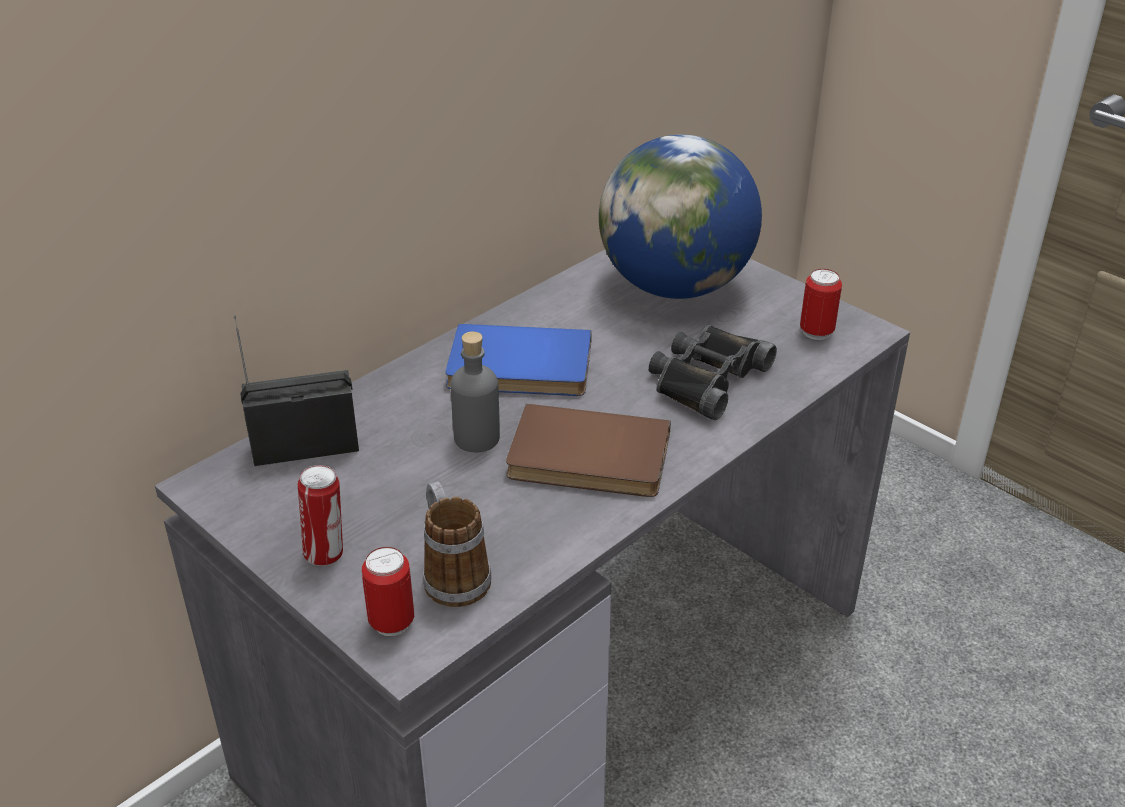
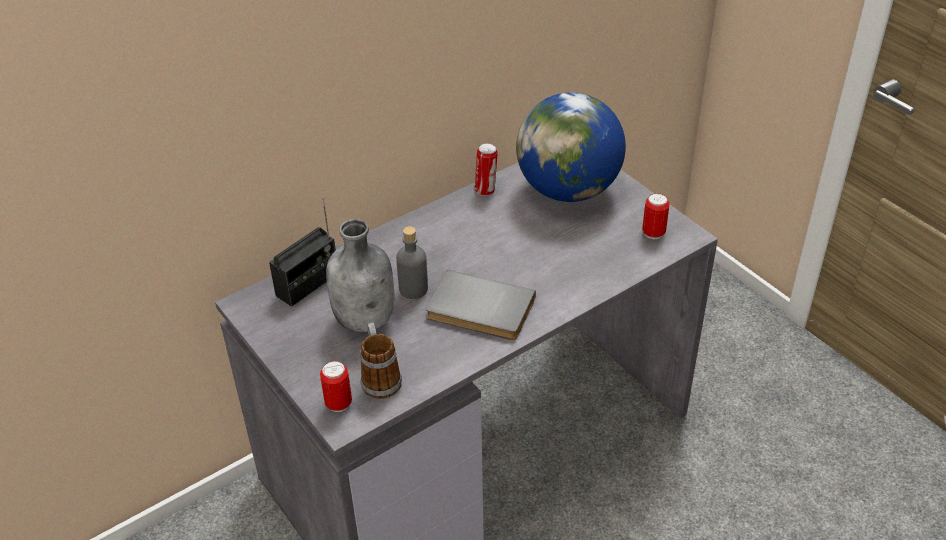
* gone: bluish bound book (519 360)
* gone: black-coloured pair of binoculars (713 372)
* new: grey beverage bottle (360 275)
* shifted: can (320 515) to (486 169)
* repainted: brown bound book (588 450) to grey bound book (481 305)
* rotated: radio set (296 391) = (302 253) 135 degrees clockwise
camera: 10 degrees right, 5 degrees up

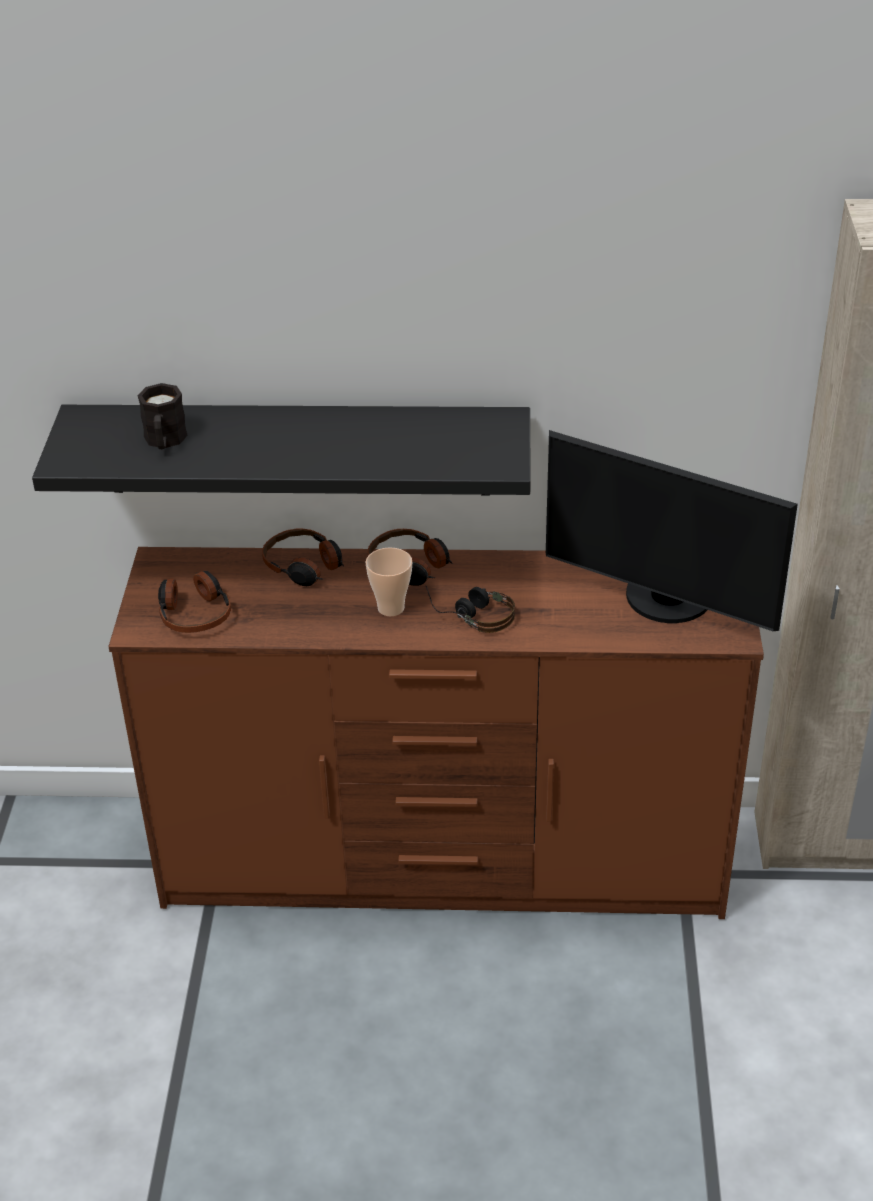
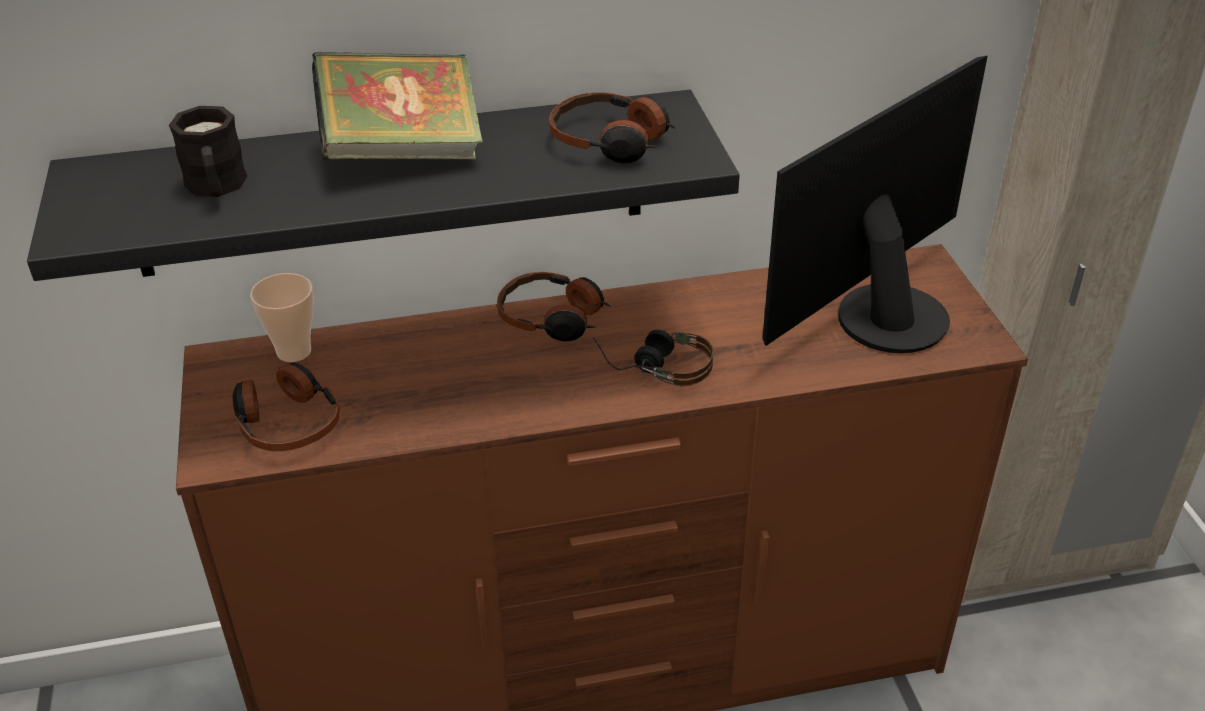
* new: bound book (397 106)
* shifted: pair of headphones (303 557) to (613 127)
* shifted: drinking cup (388 582) to (282 317)
* rotated: computer display (672 530) = (875 204) 120 degrees clockwise
camera: 15 degrees left, 0 degrees up

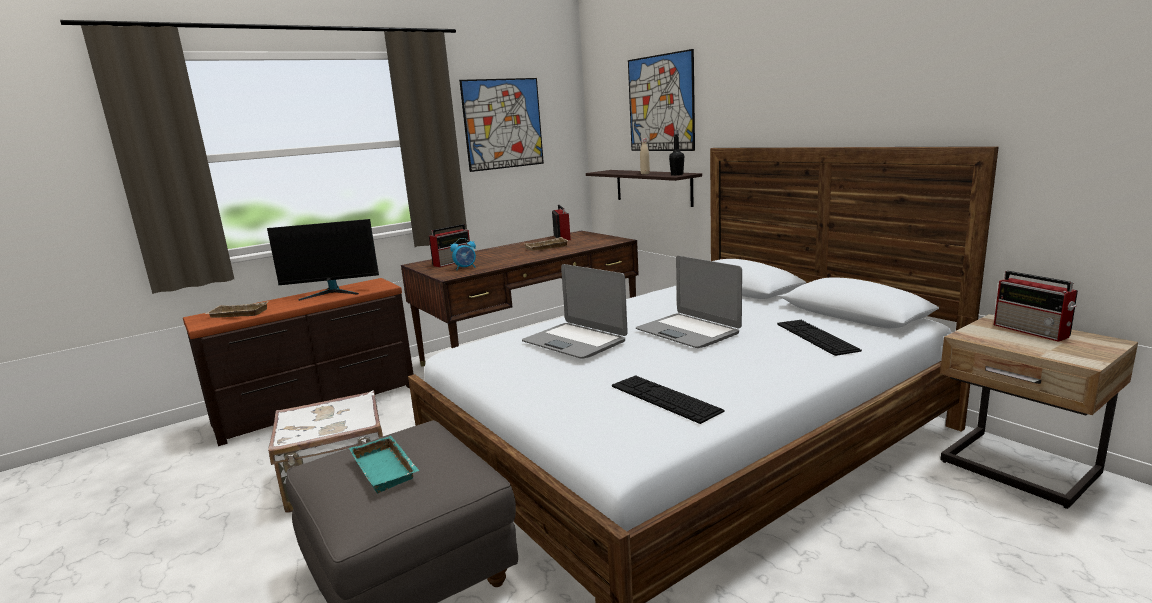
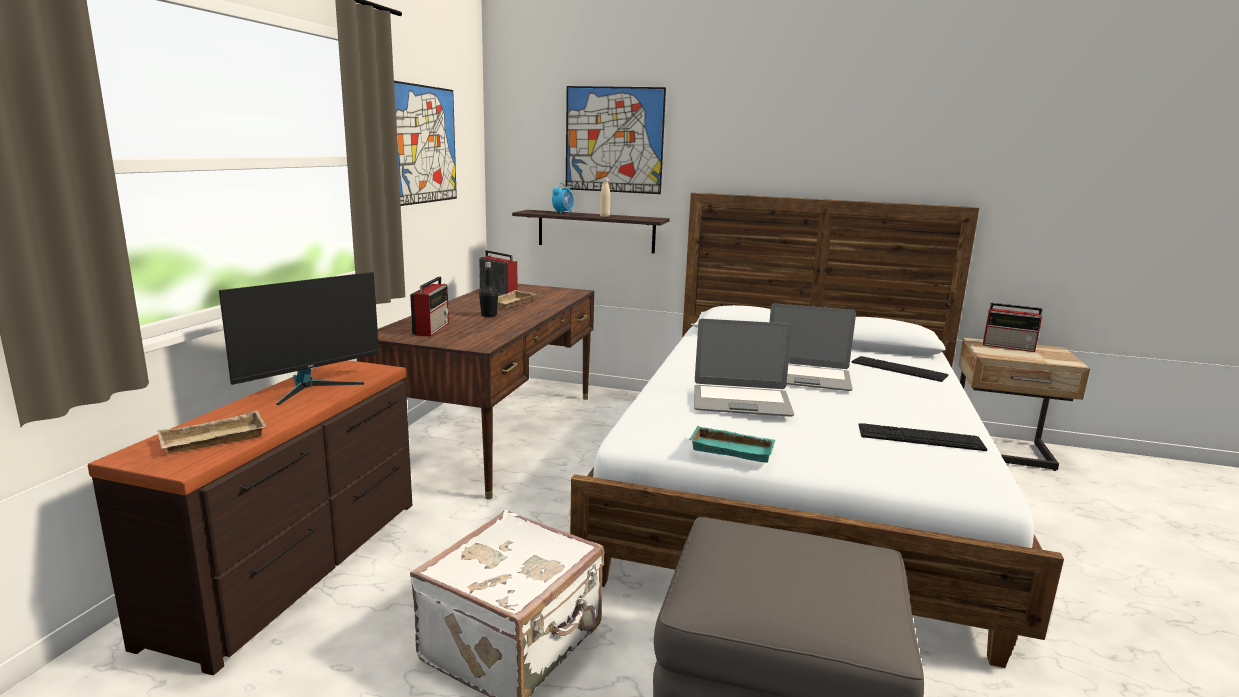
* shifted: blue-green tray (384 464) to (732 444)
* shifted: bedside clock (463 254) to (563 198)
* shifted: black-coloured beverage bottle (676 153) to (488 289)
camera: 40 degrees left, 0 degrees up

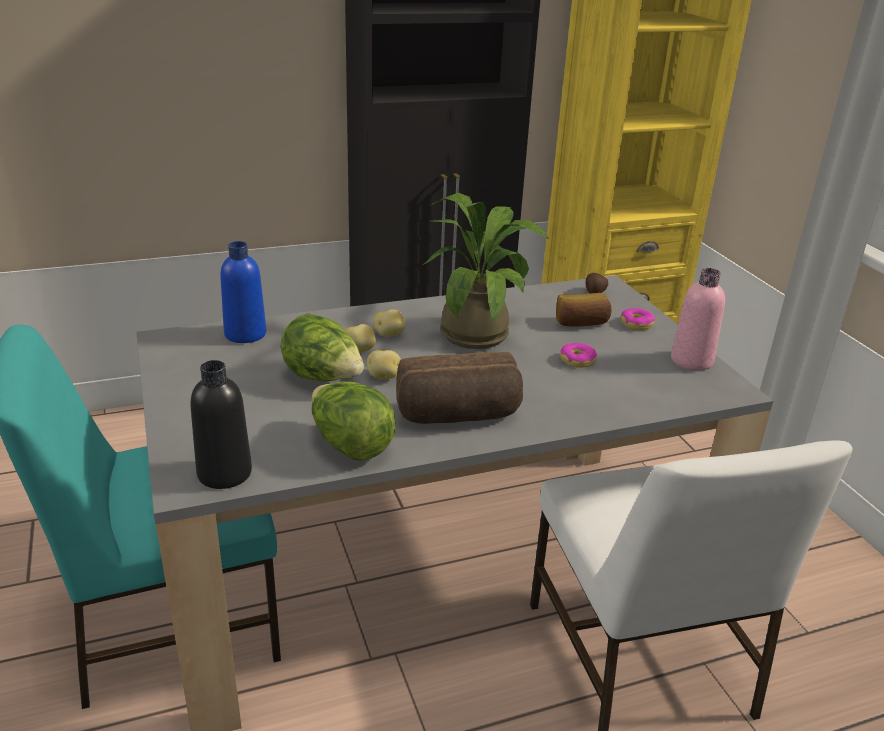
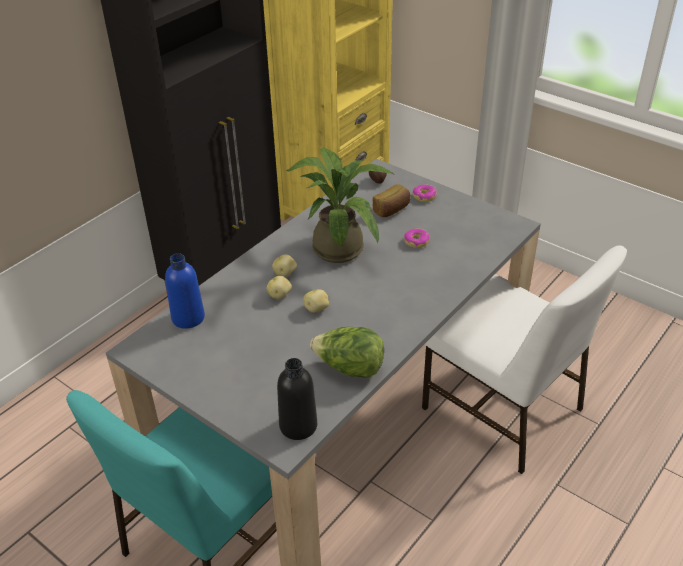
* gone: head of lettuce (322 347)
* gone: bread (459 388)
* gone: pink beverage bottle (698 319)
camera: 30 degrees left, 10 degrees up

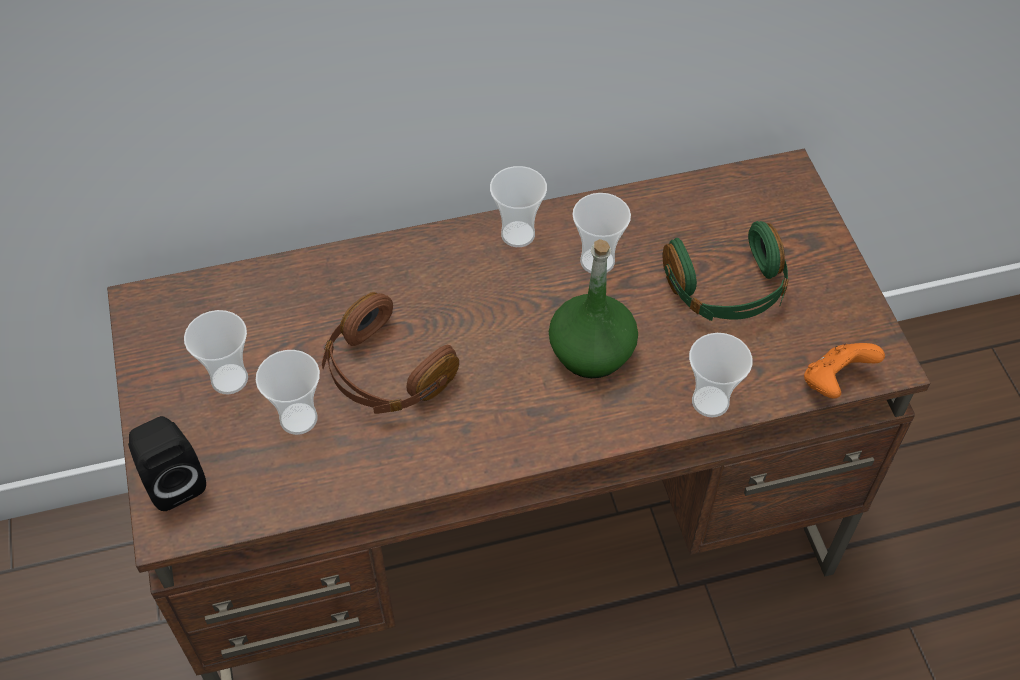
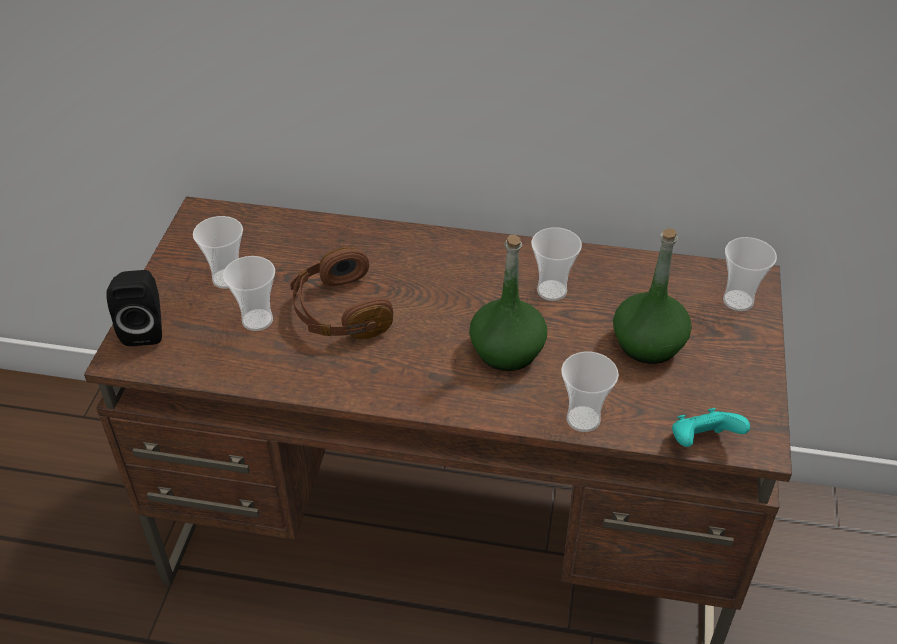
* shifted: drinking cup (518 206) to (750 274)
* swapped: greenish pair of headphones (726 271) to greenish beverage bottle (652 296)
* repainted: orangey gamepad (844 371) to blue-green gamepad (711 427)
camera: 25 degrees right, 10 degrees down

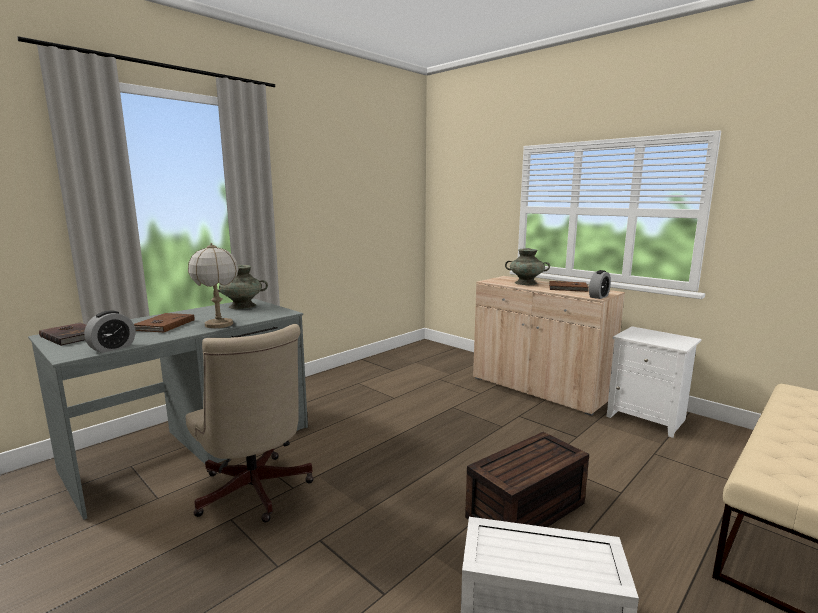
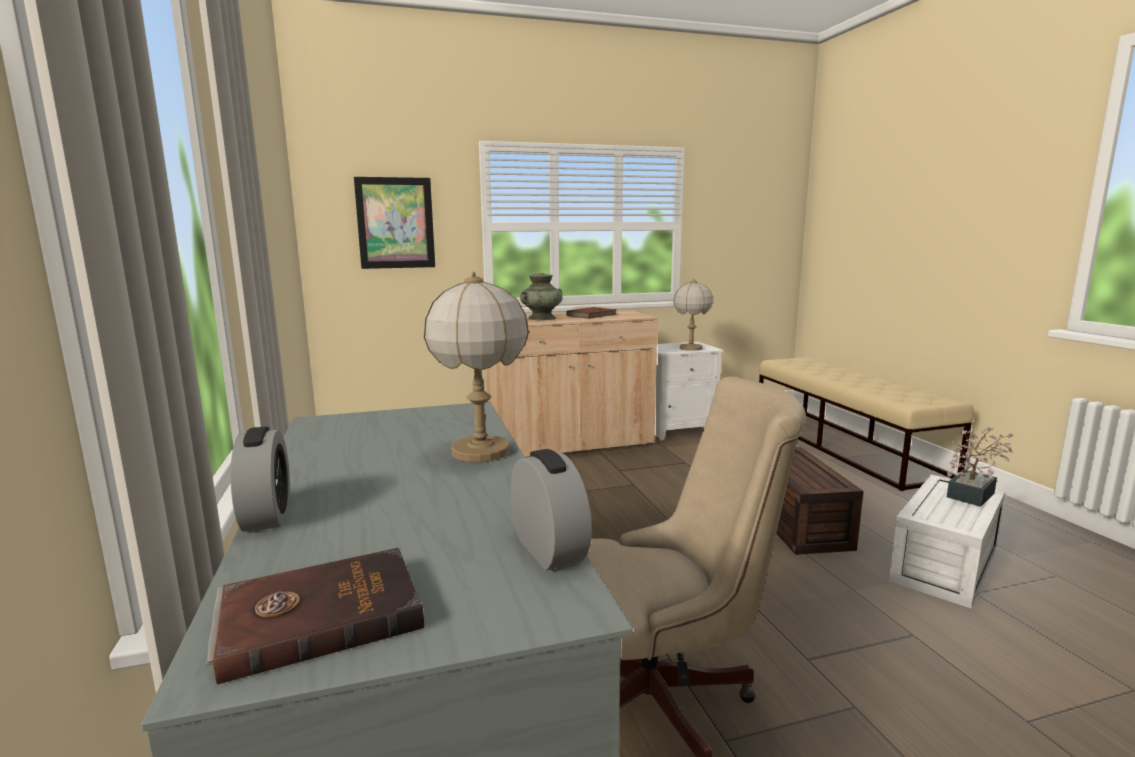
* gone: brown bound book (164 323)
* gone: blue-green decorative vase (240 287)
* new: wall art (394 223)
* new: lamp for a table (693 315)
* new: houseplant (980 467)
* shifted: bedside clock (600 284) to (260 479)
camera: 60 degrees left, 0 degrees up

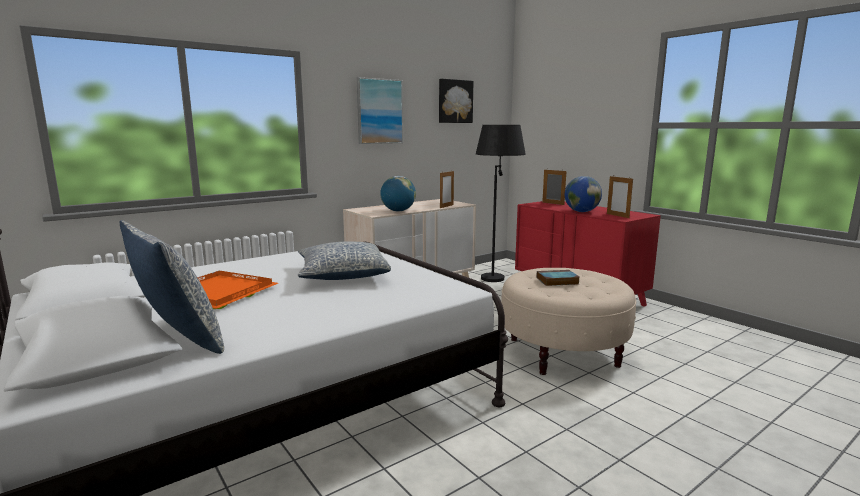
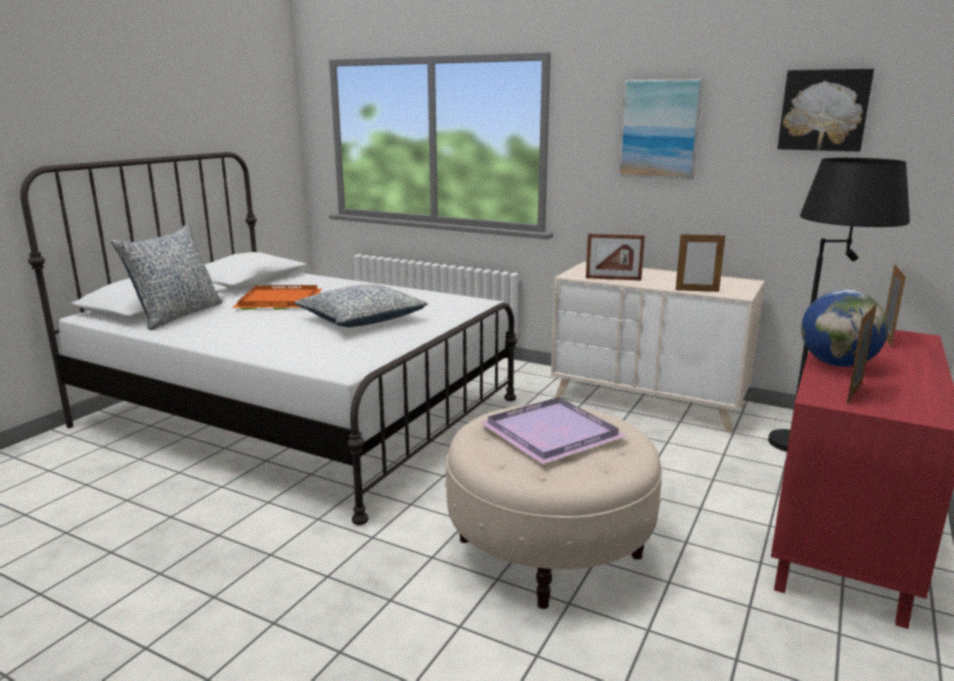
* swapped: world globe (398 193) to photo frame (615 257)
* swapped: bound book (557 278) to purple tray (553 430)
camera: 65 degrees right, 5 degrees up

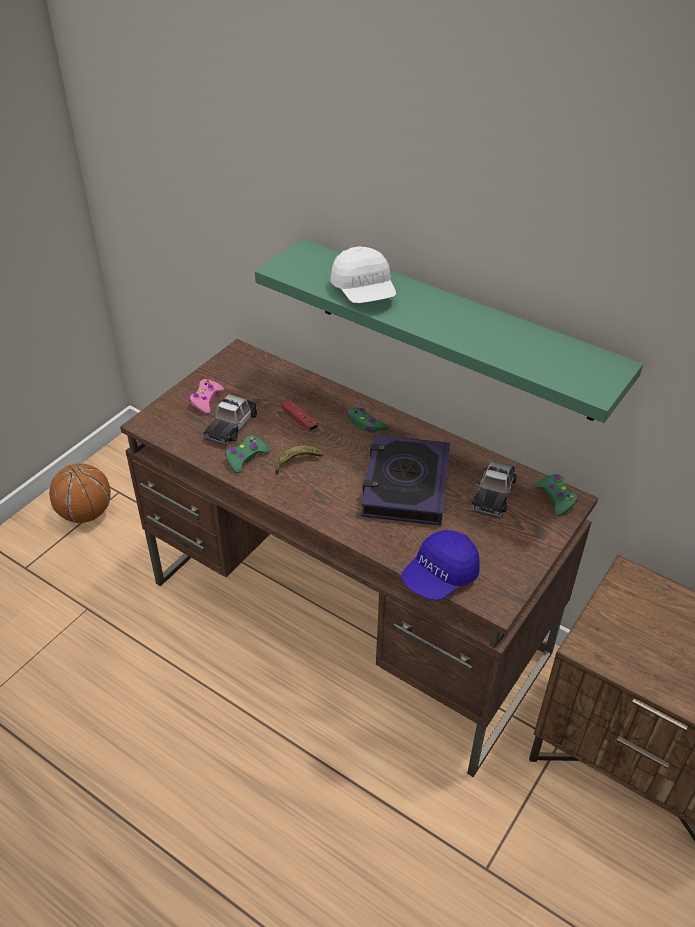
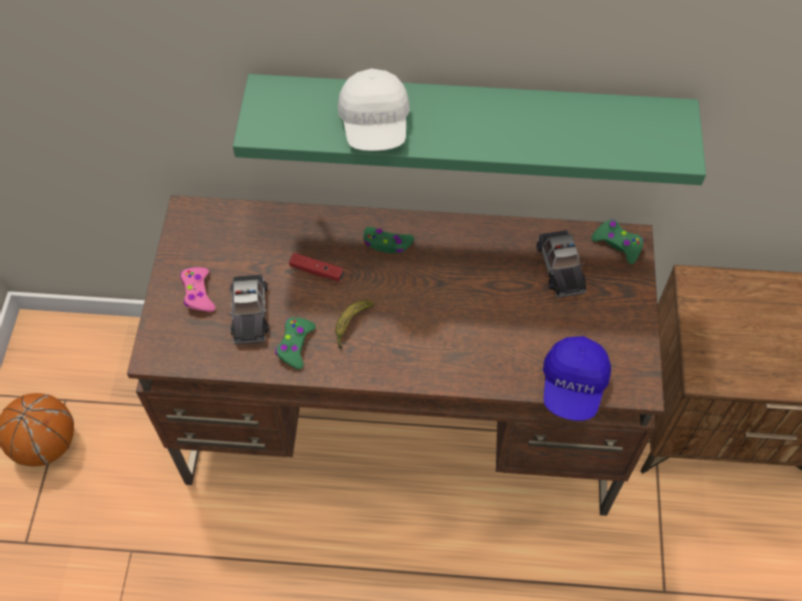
* gone: bound book (405 480)
* rotated: white peaked cap (363 274) = (374 109) 45 degrees clockwise
camera: 30 degrees left, 15 degrees up

